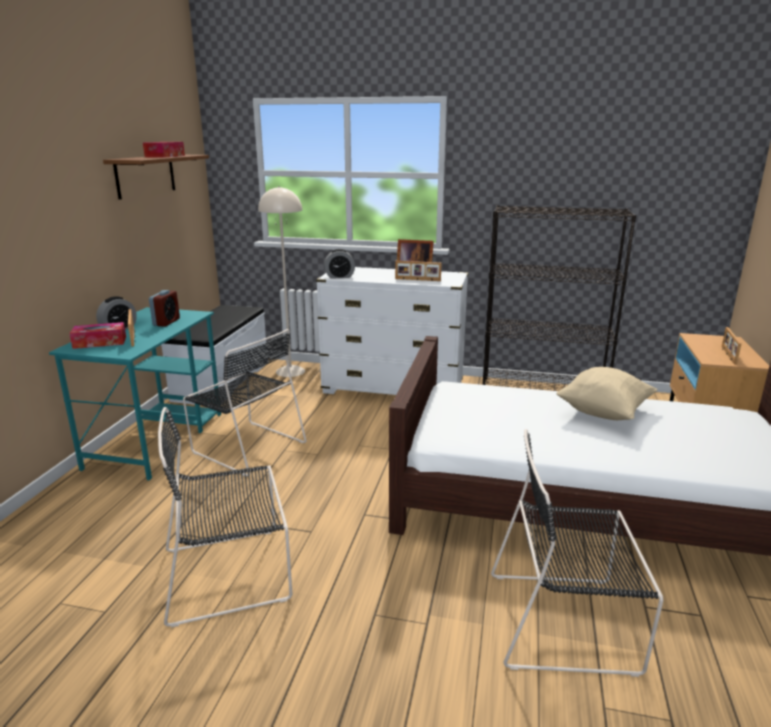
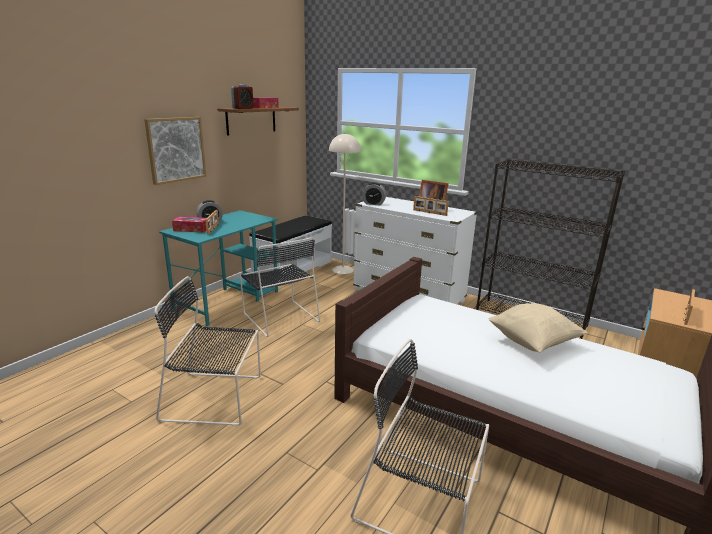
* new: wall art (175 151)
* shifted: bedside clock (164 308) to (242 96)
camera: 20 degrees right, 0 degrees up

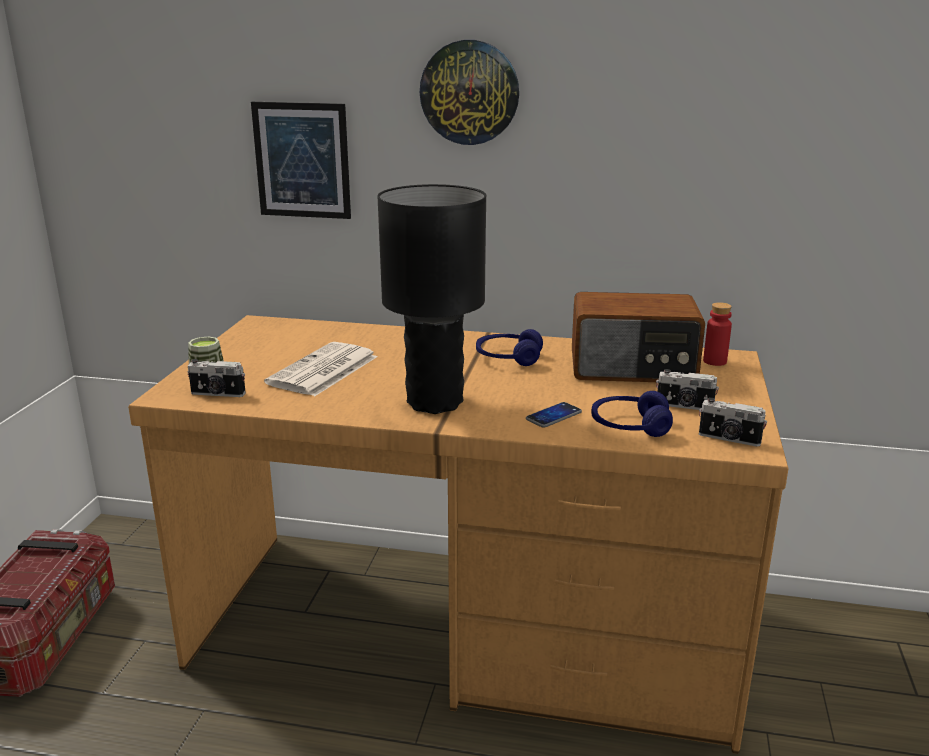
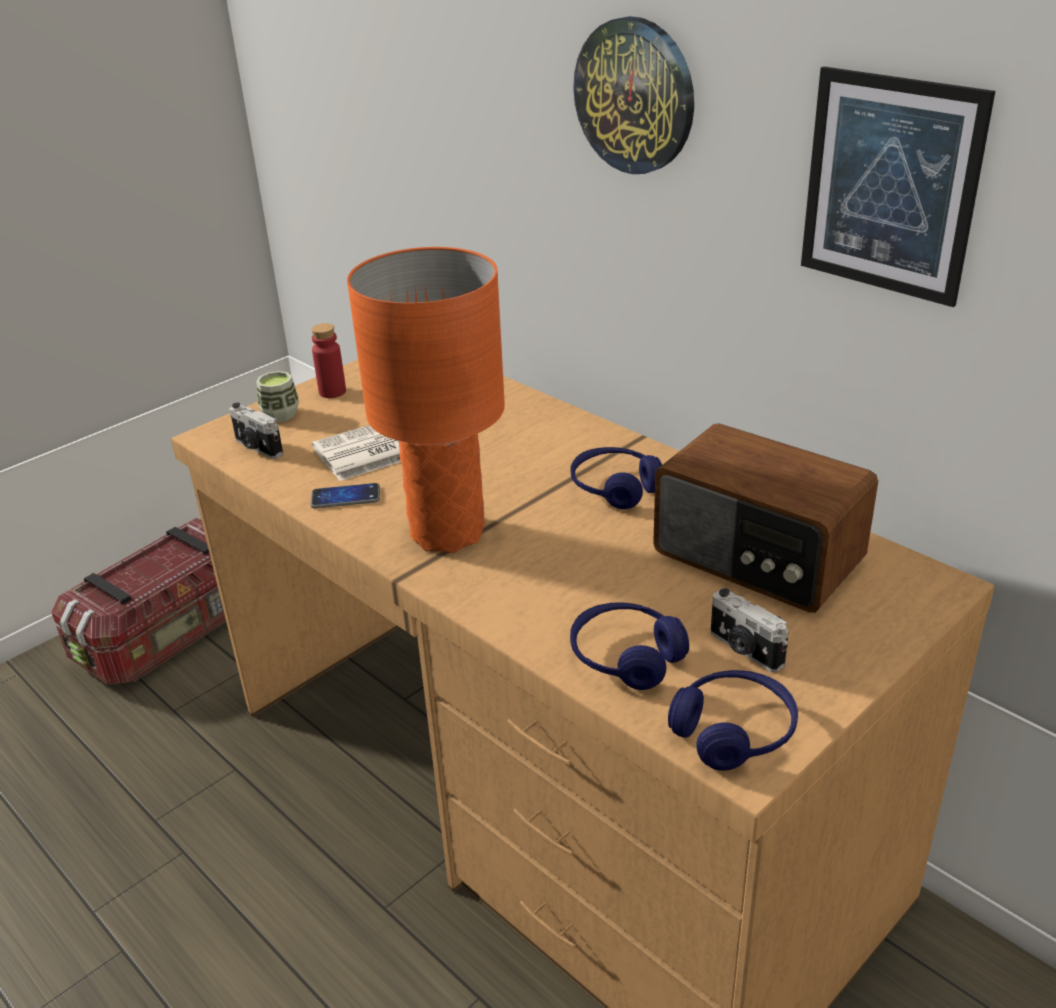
* shifted: wall art (301 160) to (898 187)
* shifted: handset (554 415) to (345 495)
* shifted: reddish beverage bottle (717 334) to (328 360)
* swapped: still camera (733 422) to bluish pair of headphones (733 720)
* repainted: black-coloured lamp for a table (431 299) to orangey lamp for a table (426 400)
camera: 35 degrees right, 10 degrees up

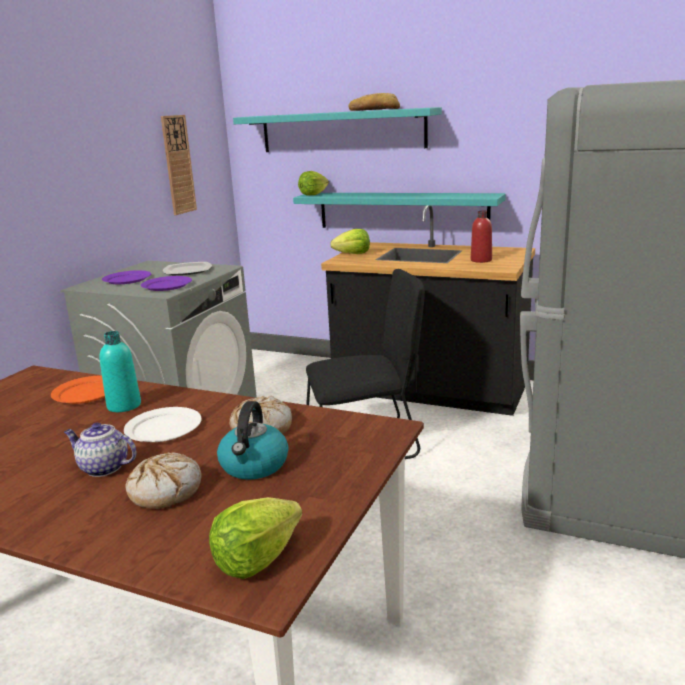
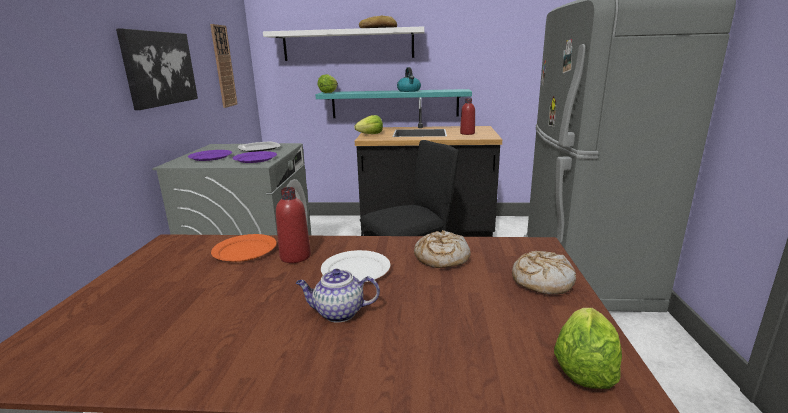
* new: wall art (157 69)
* shifted: bread (163 480) to (544 273)
* shifted: tea kettle (252 440) to (409 79)
* repainted: blue-green beverage bottle (120 371) to reddish beverage bottle (293 225)
* repainted: blue-green wall shelf (337 129) to white wall shelf (343 43)
camera: 20 degrees left, 0 degrees up

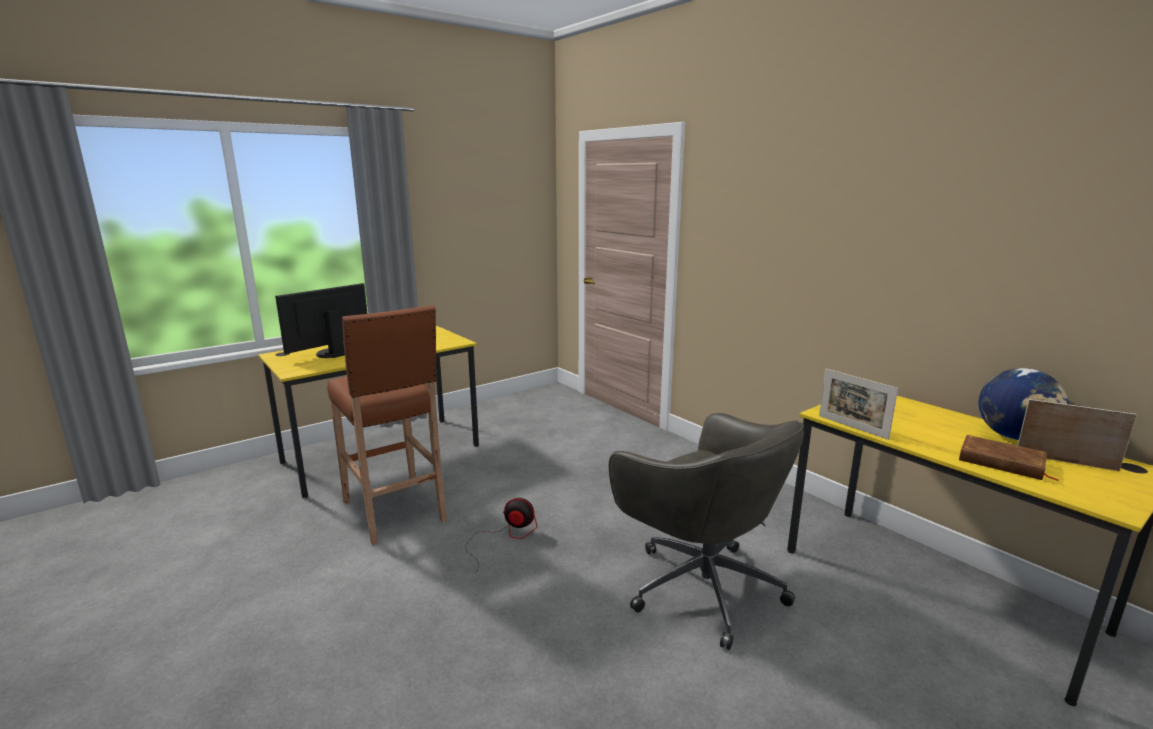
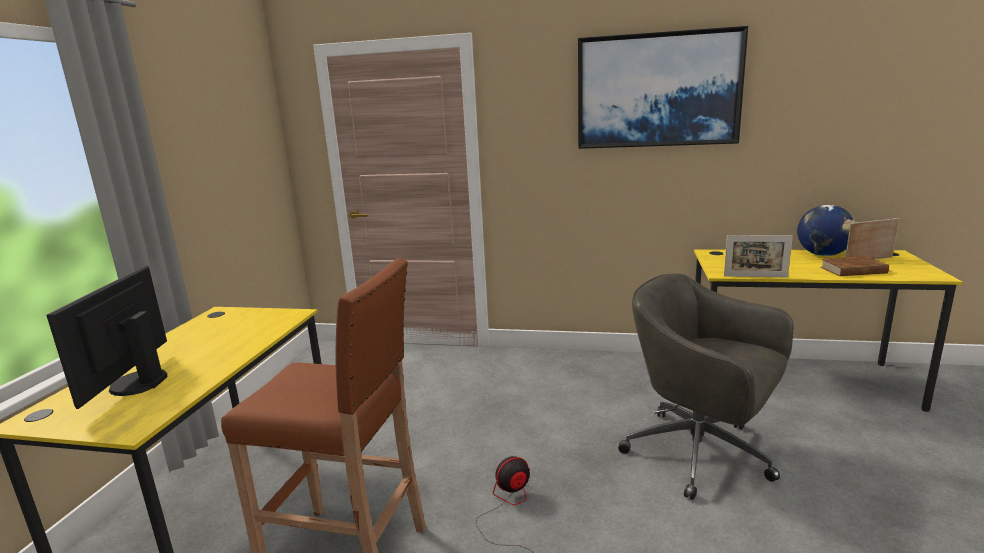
* new: wall art (663 87)
* rotated: grey office chair (706 531) = (706 386) 150 degrees counterclockwise
camera: 40 degrees left, 0 degrees up

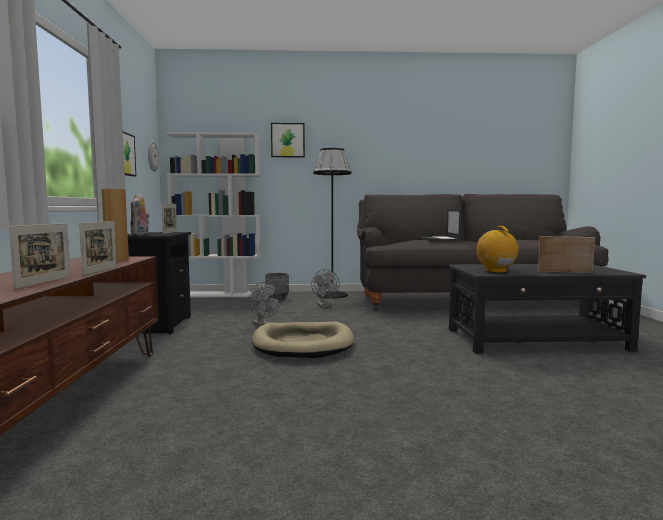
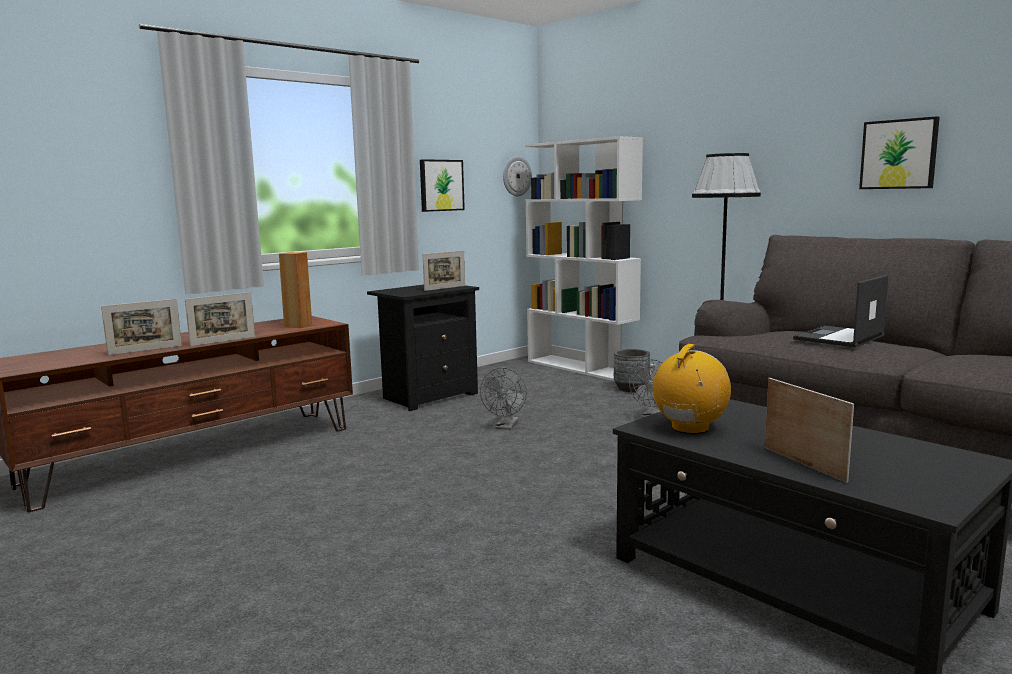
* gone: soft toy (140 214)
* gone: sand-coloured dog cushion (303 339)
* shifted: wall art (288 140) to (899 152)
camera: 50 degrees right, 5 degrees up

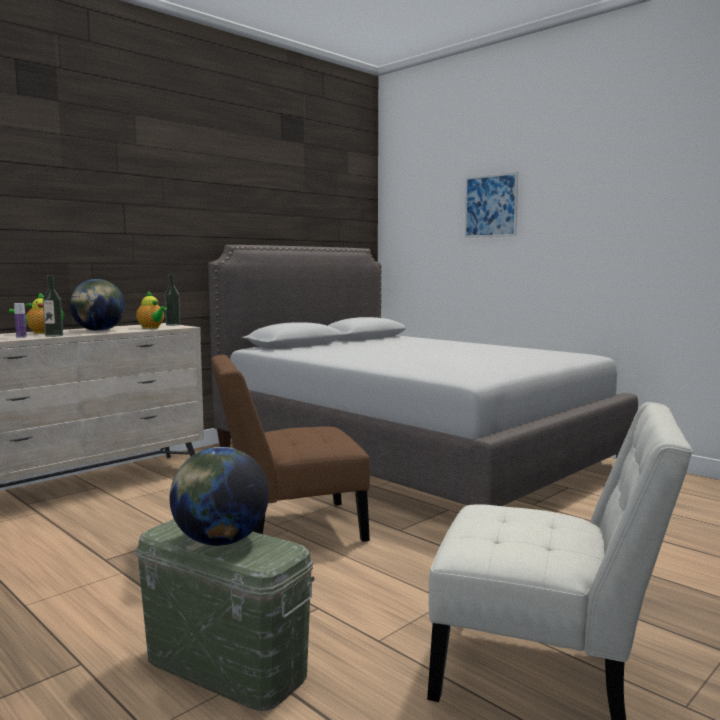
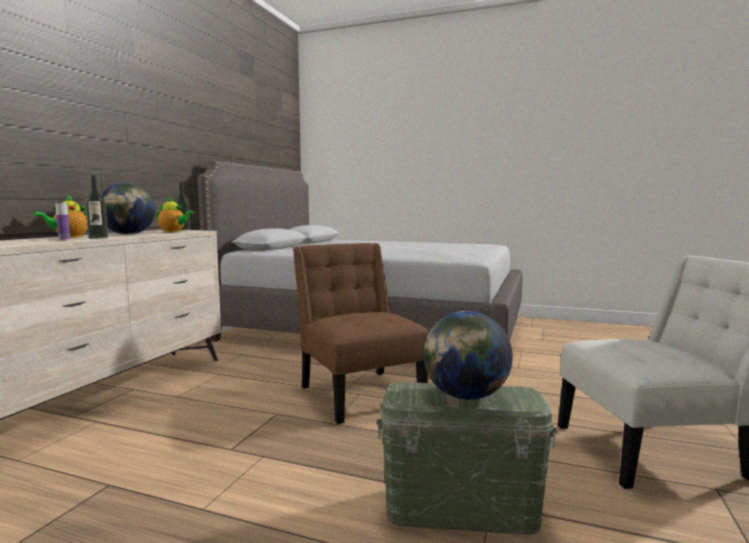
* gone: wall art (491 205)
* rotated: brown chair (291 448) = (361 333) 105 degrees clockwise
camera: 25 degrees left, 0 degrees up

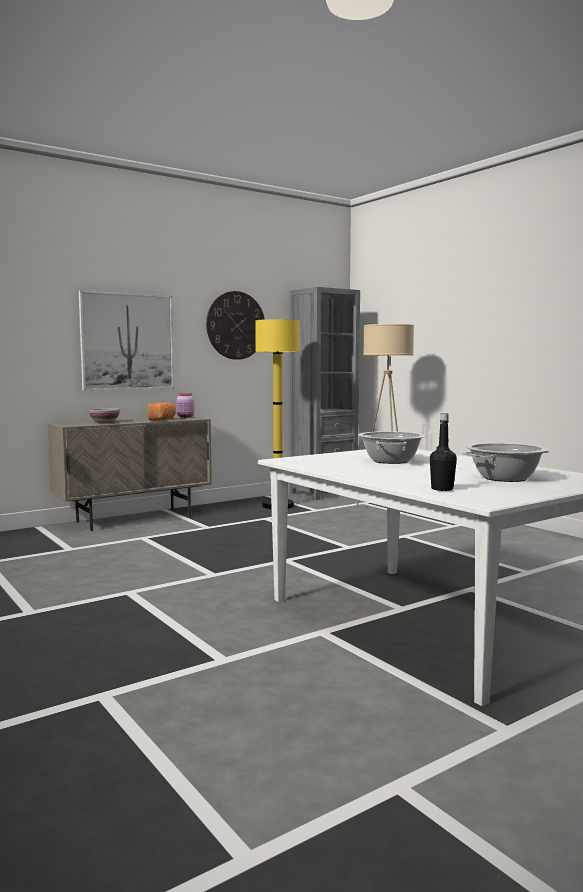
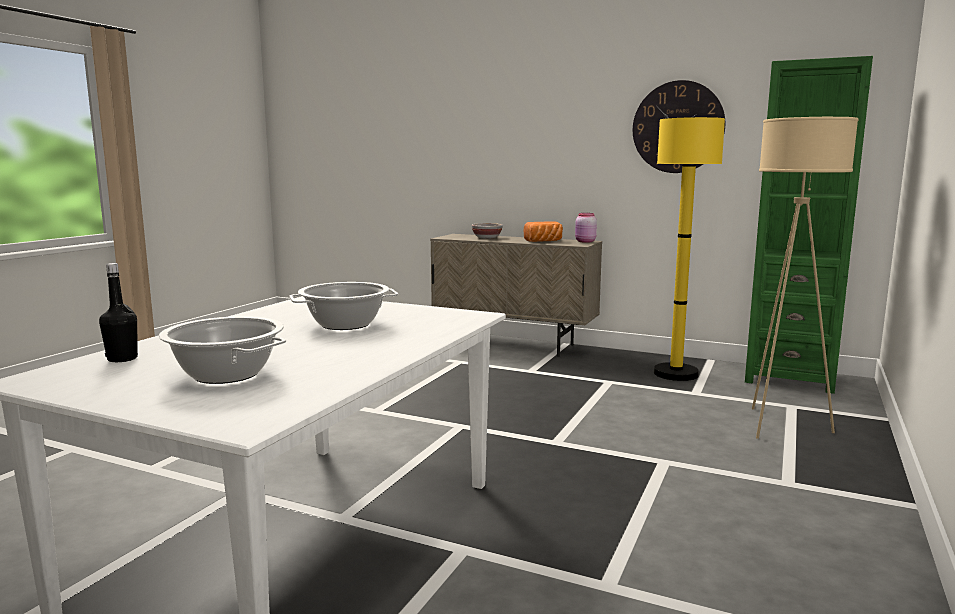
* gone: wall art (126 340)
* repainted: grey shelving unit (324 393) to greenish shelving unit (809 225)
camera: 60 degrees right, 5 degrees up

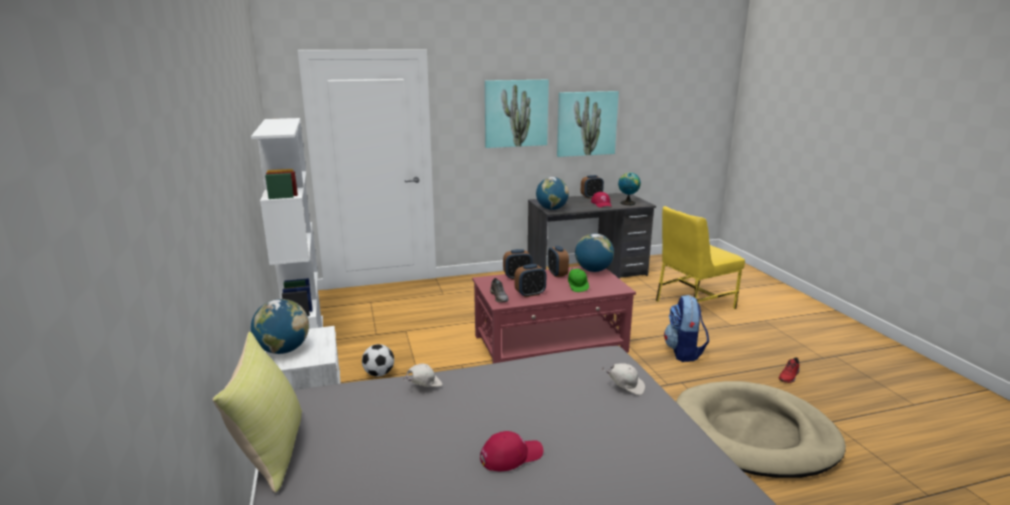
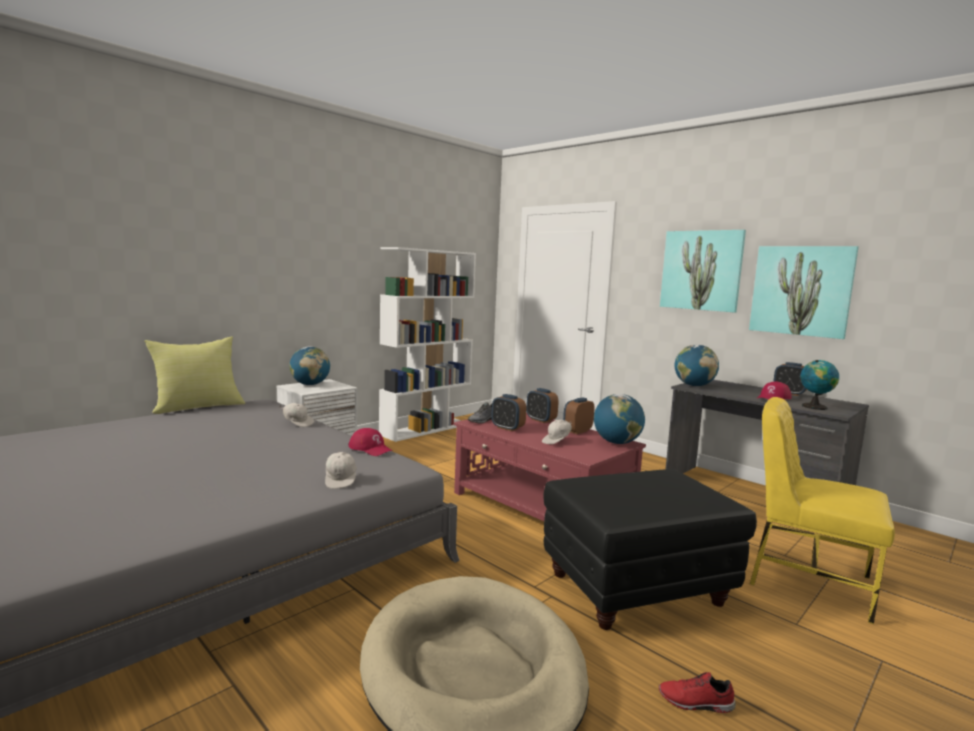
* gone: football (378 360)
* shifted: reddish peaked cap (511 451) to (370 442)
* swapped: backpack (686 328) to black-coloured footrest (650 549)
* repainted: greenish peaked cap (578 280) to white peaked cap (557 432)
camera: 60 degrees right, 10 degrees down

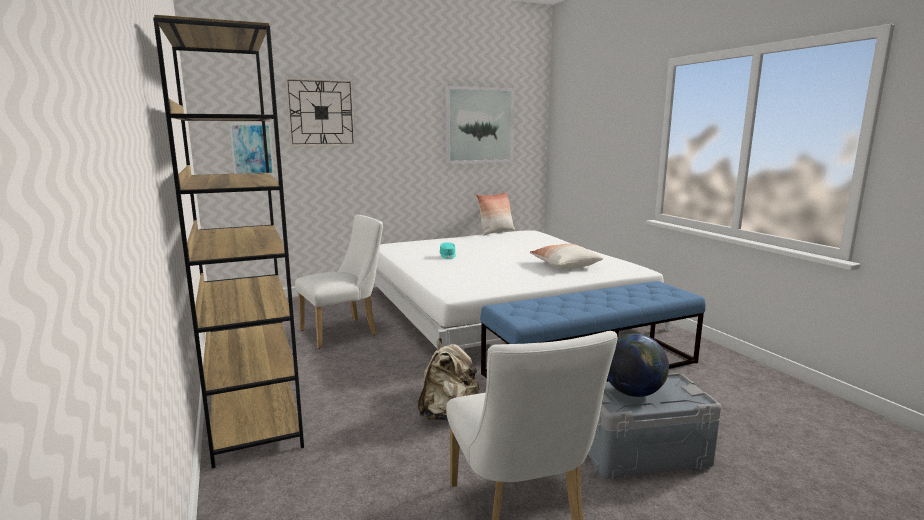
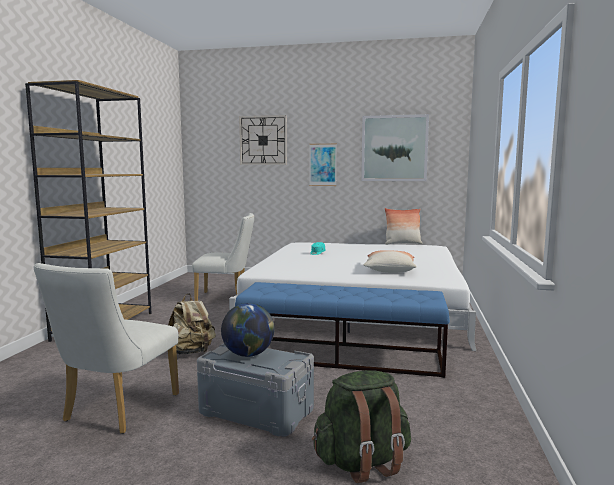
* new: greenish backpack (361 426)
* shifted: wall art (252 149) to (323 165)
camera: 35 degrees right, 5 degrees down

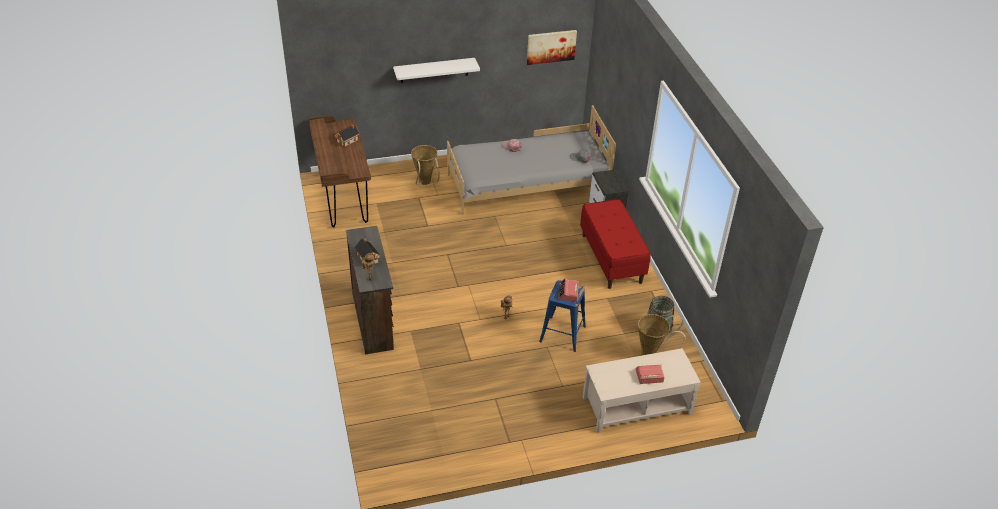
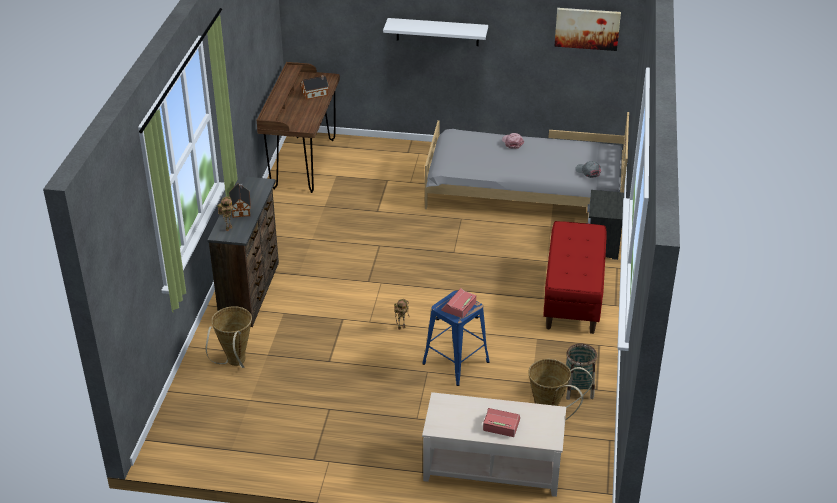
* shifted: basket (425 165) to (229 337)
camera: 25 degrees right, 5 degrees down

